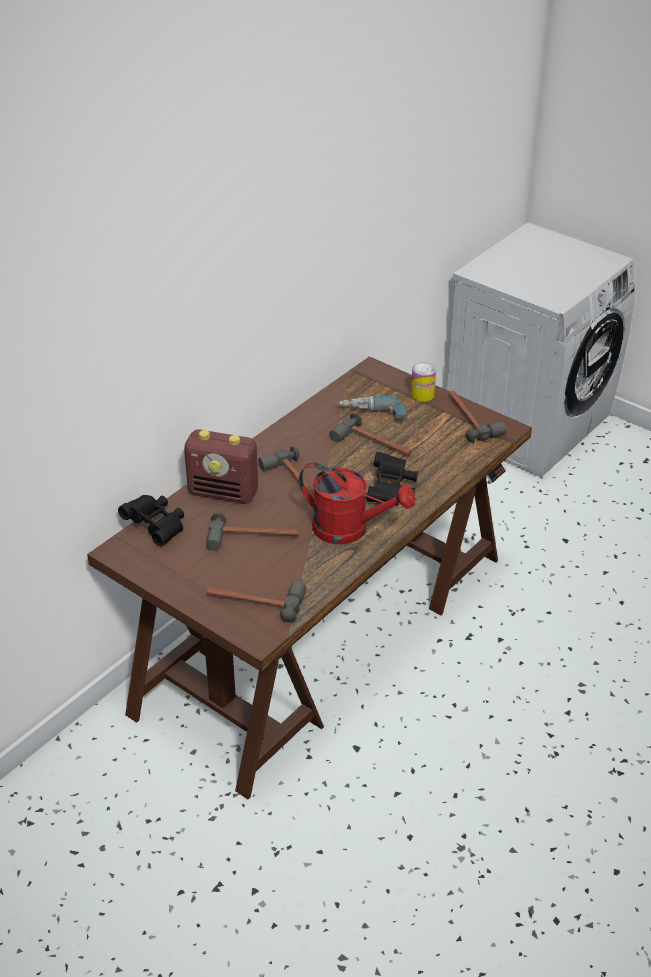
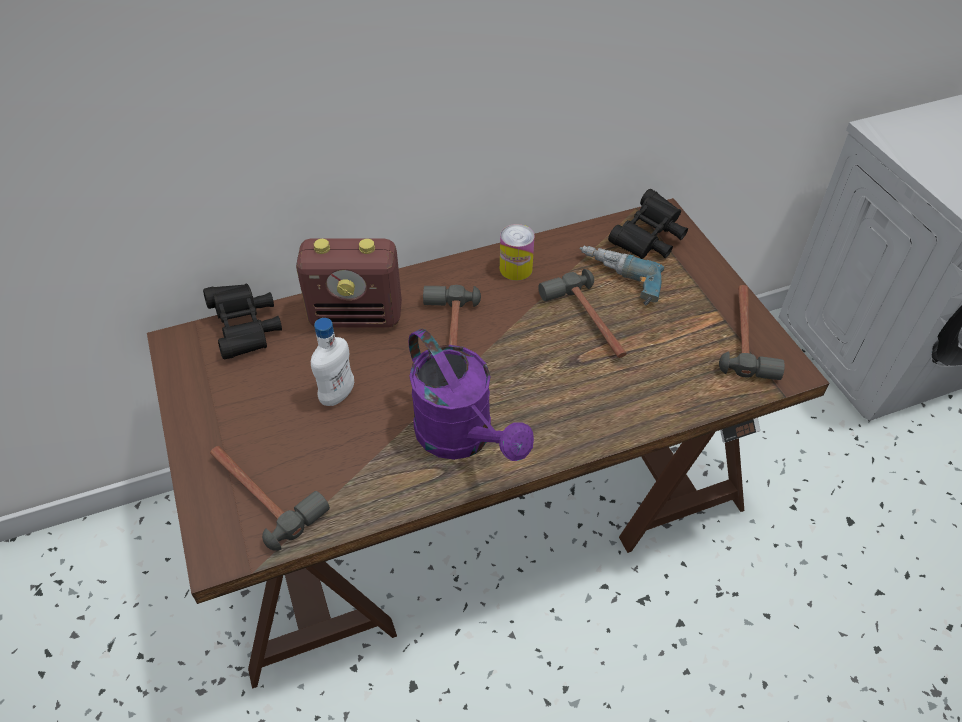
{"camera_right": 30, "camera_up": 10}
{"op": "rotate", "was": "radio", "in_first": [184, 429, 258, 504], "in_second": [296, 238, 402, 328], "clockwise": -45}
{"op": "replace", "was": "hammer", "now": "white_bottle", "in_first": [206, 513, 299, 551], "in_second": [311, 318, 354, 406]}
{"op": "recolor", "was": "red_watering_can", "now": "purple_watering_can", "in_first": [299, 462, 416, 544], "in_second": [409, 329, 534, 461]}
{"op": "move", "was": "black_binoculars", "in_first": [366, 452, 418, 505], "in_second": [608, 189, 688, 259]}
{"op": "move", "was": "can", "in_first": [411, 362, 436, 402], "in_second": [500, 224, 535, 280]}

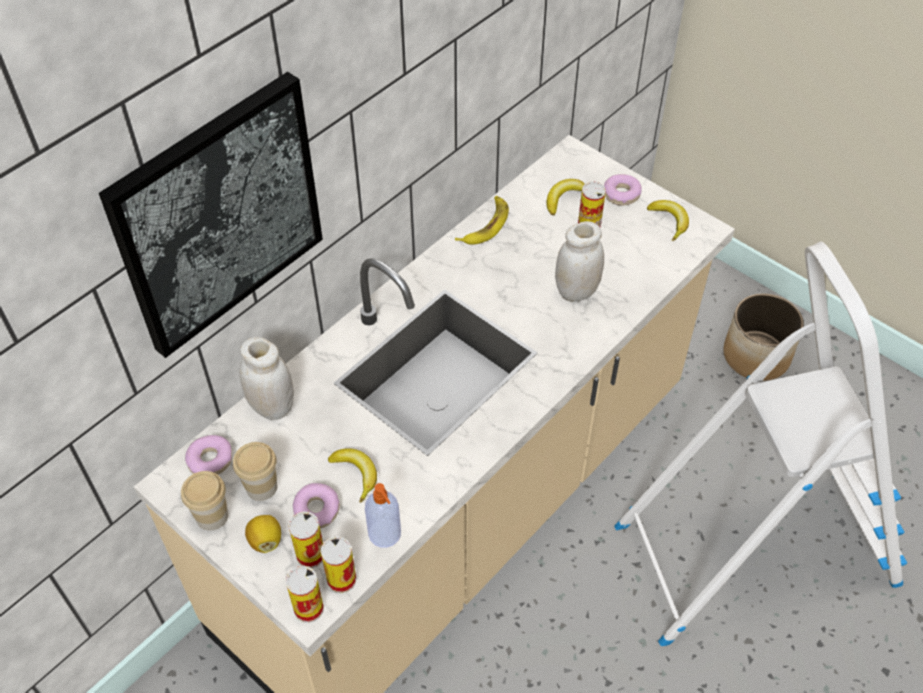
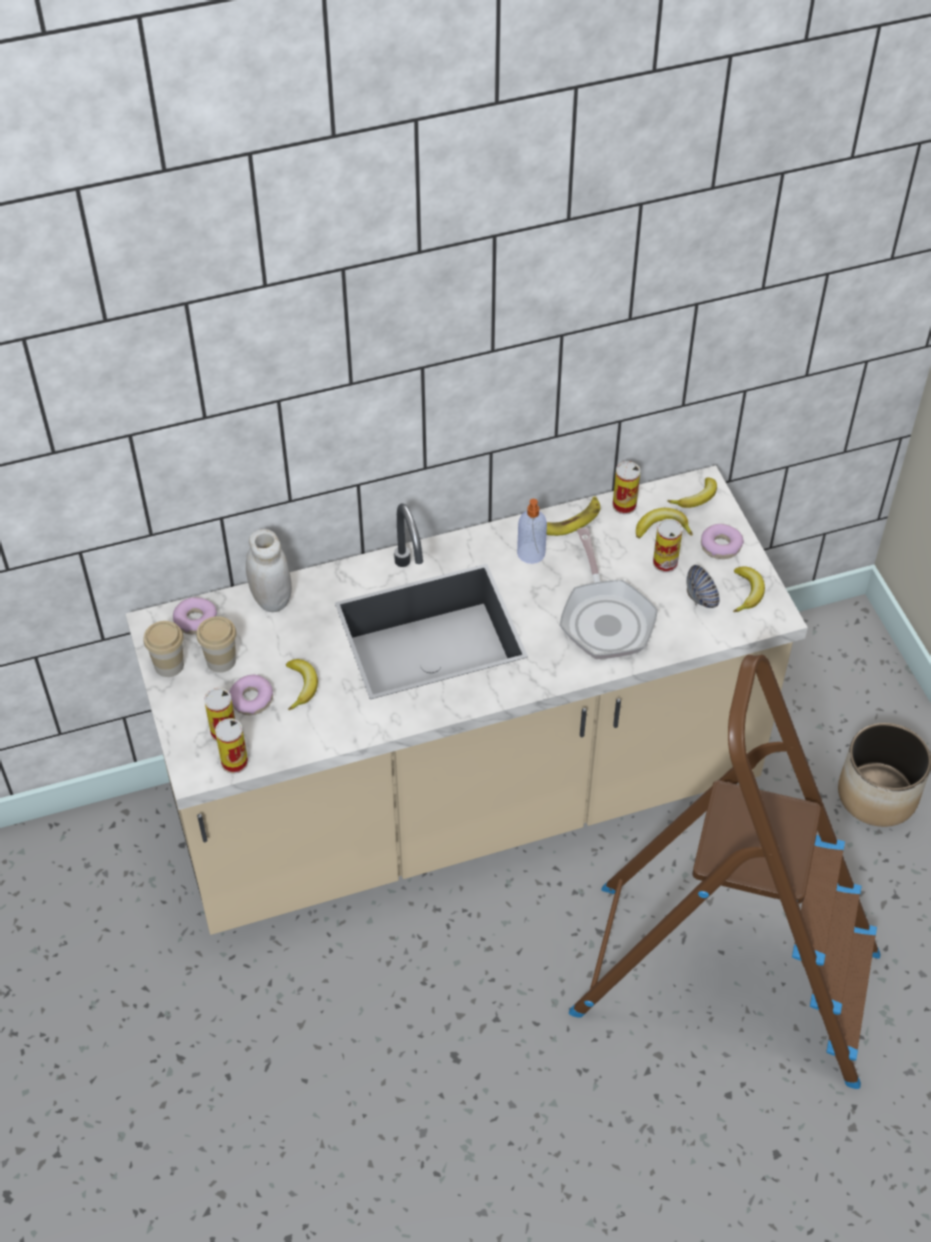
{"camera_right": 30, "camera_up": 0}
{"op": "delete", "was": "picture", "in_first": [99, 72, 323, 358]}
{"op": "delete", "was": "lemon", "in_first": [245, 515, 281, 553]}
{"op": "move", "was": "can", "in_first": [286, 566, 324, 623], "in_second": [612, 461, 641, 515]}
{"op": "move", "was": "soap_dispenser", "in_first": [365, 483, 401, 548], "in_second": [517, 499, 547, 564]}
{"op": "replace", "was": "white_jar", "now": "frying_pan", "in_first": [555, 221, 604, 302], "in_second": [560, 527, 658, 659]}
{"op": "recolor", "was": "white_step_ladder", "now": "brown_step_ladder", "in_first": [614, 241, 907, 646], "in_second": [569, 655, 881, 1089]}
{"op": "insert", "now": "banana", "in_second": [667, 477, 717, 508]}
{"op": "insert", "now": "bowl", "in_second": [686, 565, 720, 608]}

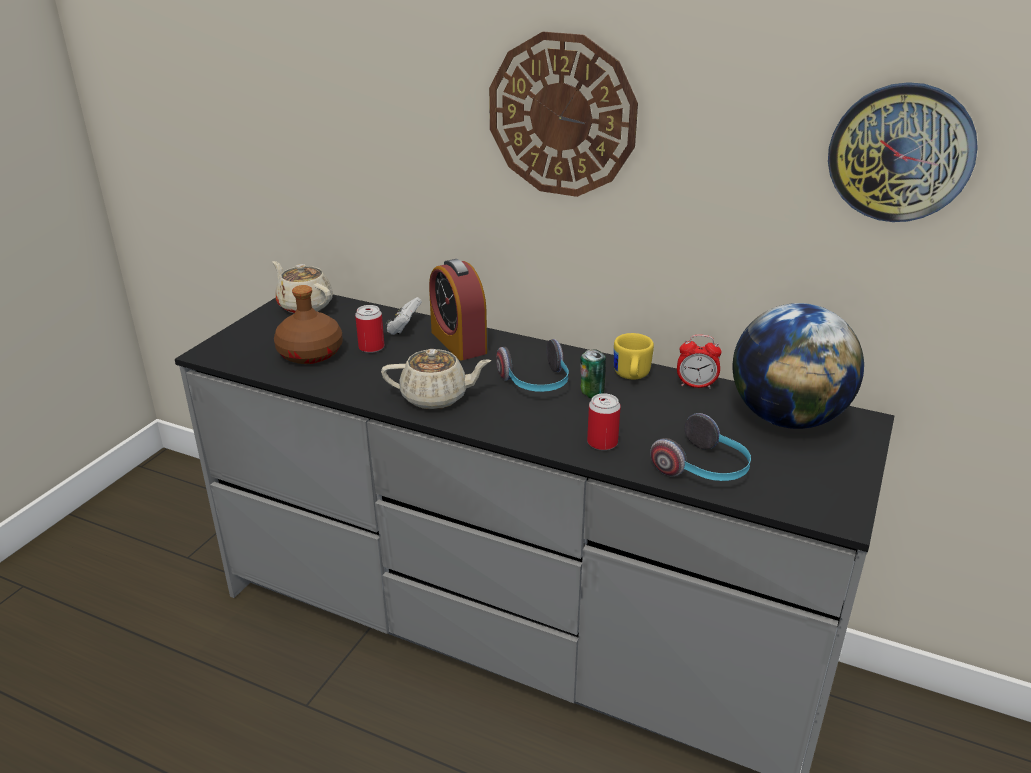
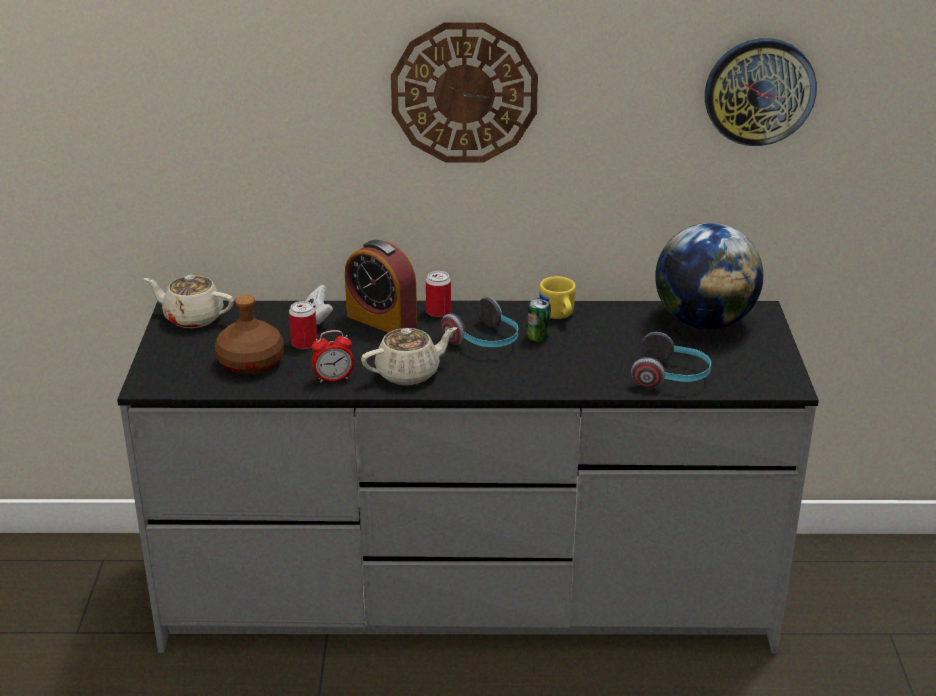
{"camera_right": -25, "camera_up": 0}
{"op": "move", "was": "can", "in_first": [587, 393, 621, 450], "in_second": [426, 271, 451, 317]}
{"op": "move", "was": "alarm_clock", "in_first": [677, 335, 722, 389], "in_second": [312, 330, 354, 383]}

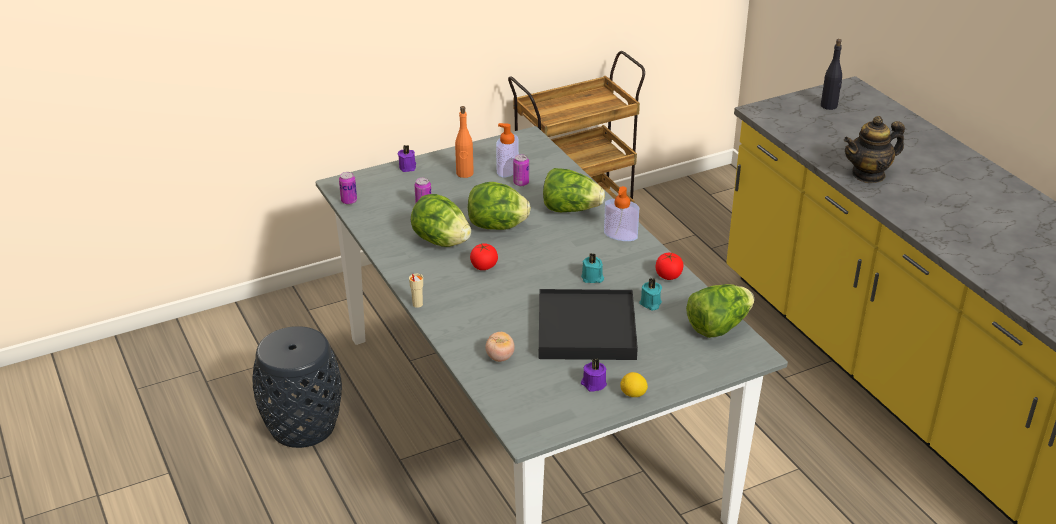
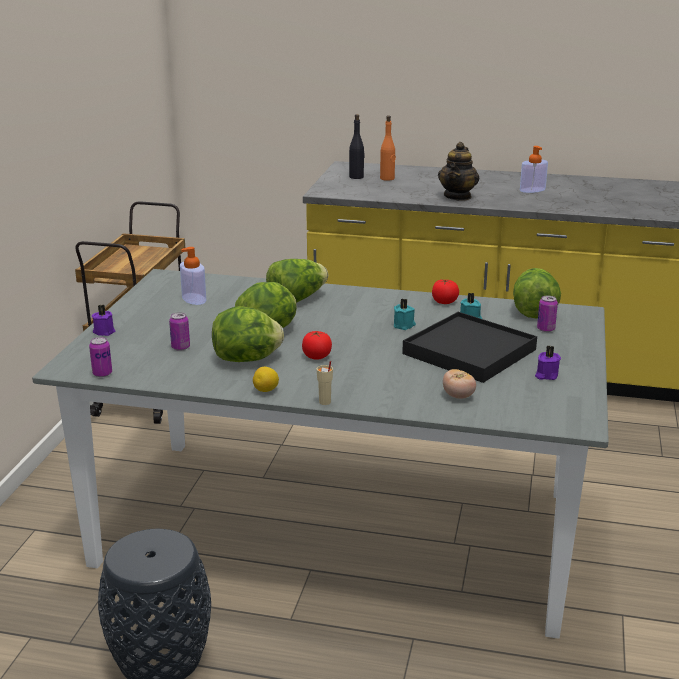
{"camera_right": -50, "camera_up": -10}
{"op": "move", "was": "orange_bottle", "in_first": [455, 106, 474, 178], "in_second": [380, 115, 396, 181]}
{"op": "move", "was": "can", "in_first": [513, 154, 529, 186], "in_second": [537, 295, 558, 332]}
{"op": "move", "was": "soap_dispenser", "in_first": [604, 186, 639, 241], "in_second": [520, 146, 548, 193]}
{"op": "move", "was": "lemon", "in_first": [620, 372, 648, 397], "in_second": [253, 367, 279, 392]}

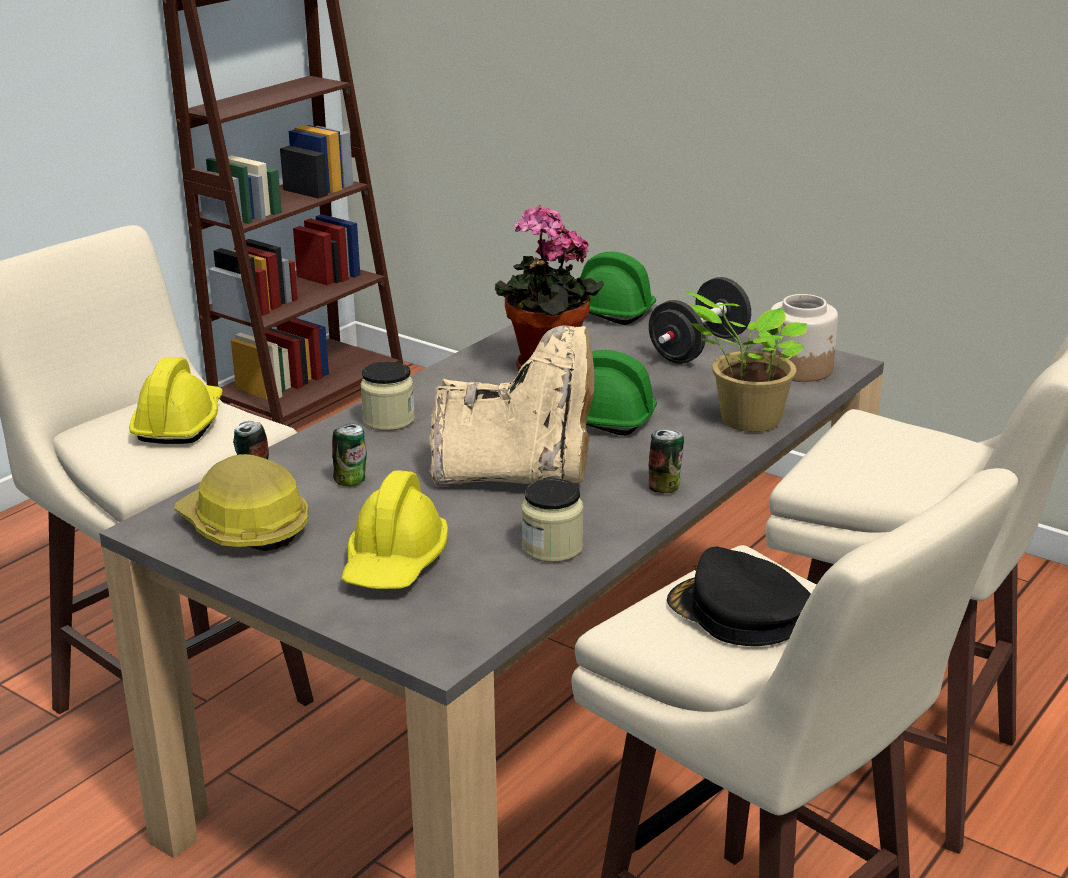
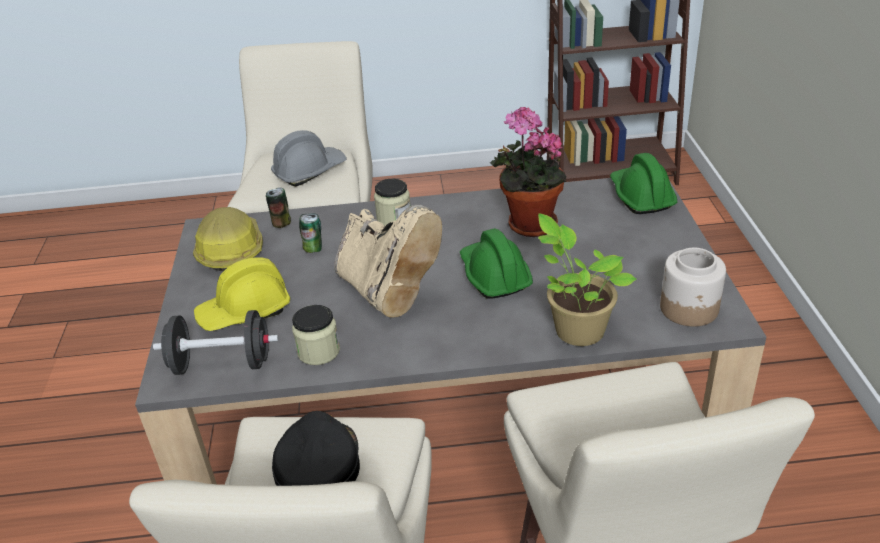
{"camera_right": 50, "camera_up": 10}
{"op": "recolor", "was": "yellow_hard_hat", "now": "grey_hard_hat", "in_first": [129, 357, 223, 444], "in_second": [271, 130, 347, 186]}
{"op": "move", "was": "black_dumbbell", "in_first": [649, 277, 751, 364], "in_second": [153, 310, 279, 375]}
{"op": "delete", "was": "can", "in_first": [649, 430, 684, 493]}

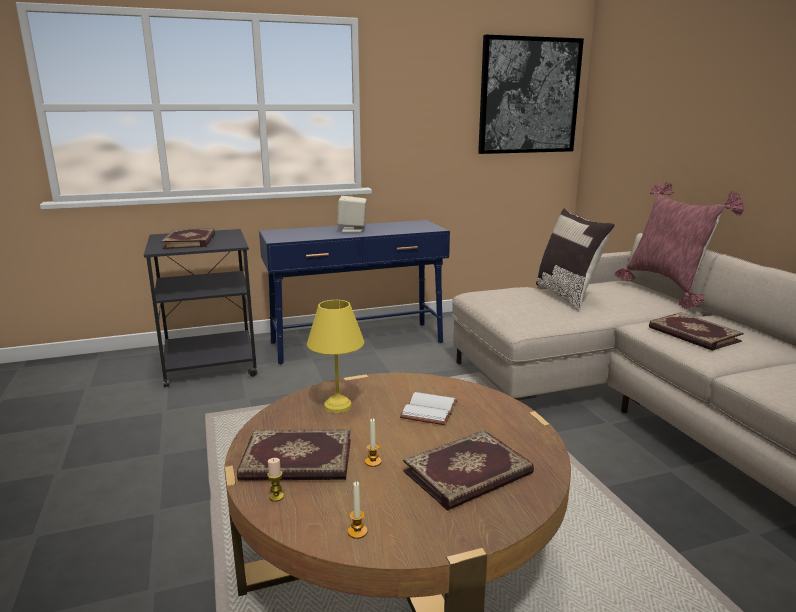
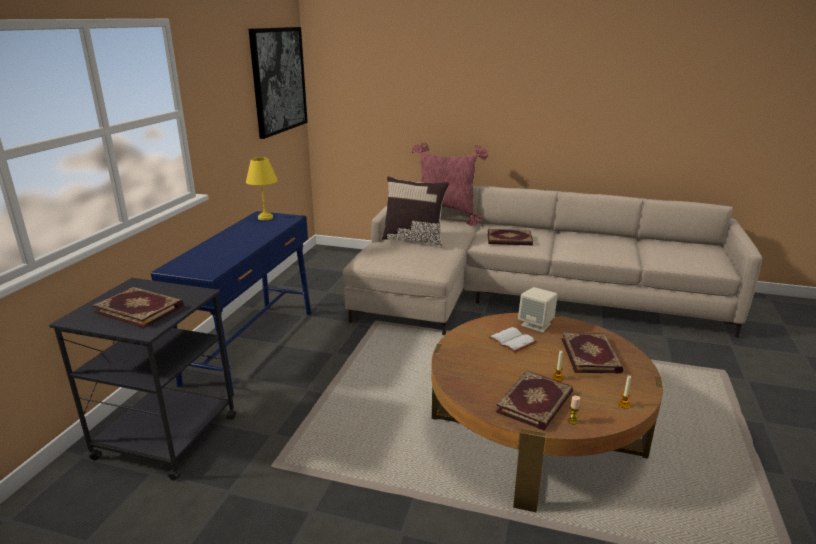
{"camera_right": -55, "camera_up": 5}
{"op": "move", "was": "yellow_table_lamp", "in_first": [307, 300, 364, 413], "in_second": [246, 157, 278, 220]}
{"op": "move", "was": "beige_speaker", "in_first": [337, 196, 367, 232], "in_second": [518, 287, 558, 332]}

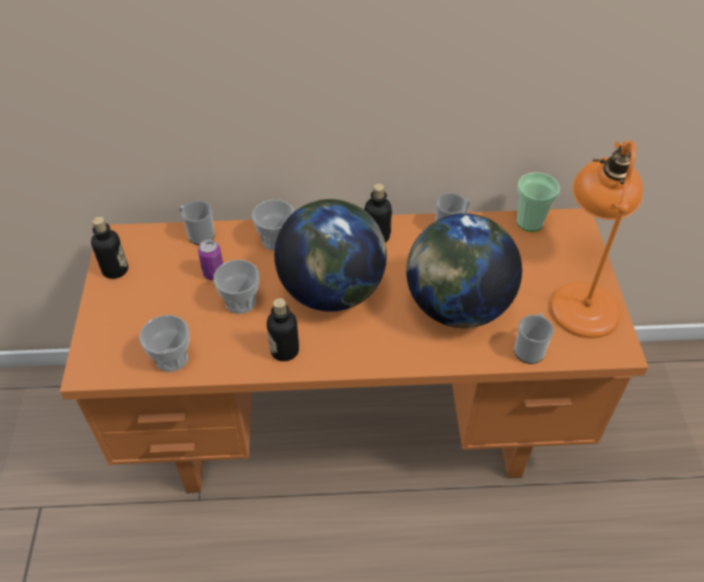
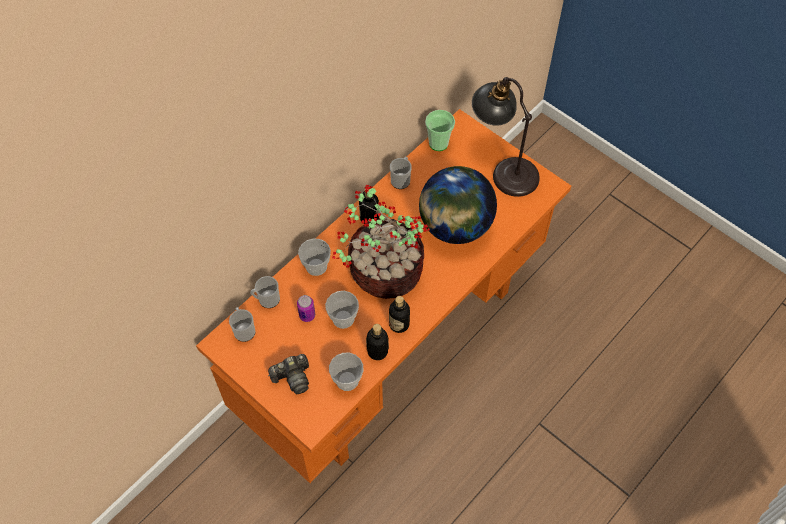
{"camera_right": -45, "camera_up": 10}
{"op": "move", "was": "bottle", "in_first": [91, 217, 128, 279], "in_second": [366, 324, 389, 360]}
{"op": "replace", "was": "globe", "now": "potted_plant", "in_first": [274, 199, 387, 312], "in_second": [332, 185, 430, 299]}
{"op": "move", "was": "mug", "in_first": [514, 313, 554, 364], "in_second": [229, 307, 255, 342]}
{"op": "recolor", "was": "orange_table_lamp", "now": "grey_table_lamp", "in_first": [550, 140, 643, 339], "in_second": [472, 77, 540, 197]}
{"op": "insert", "now": "photo_camera", "in_second": [268, 354, 309, 394]}

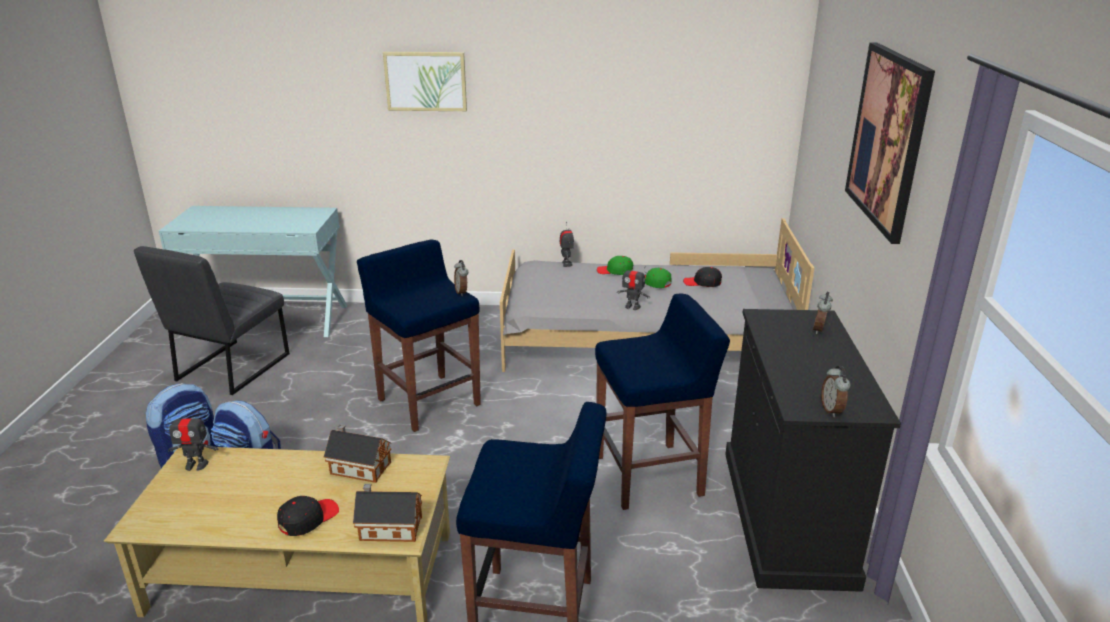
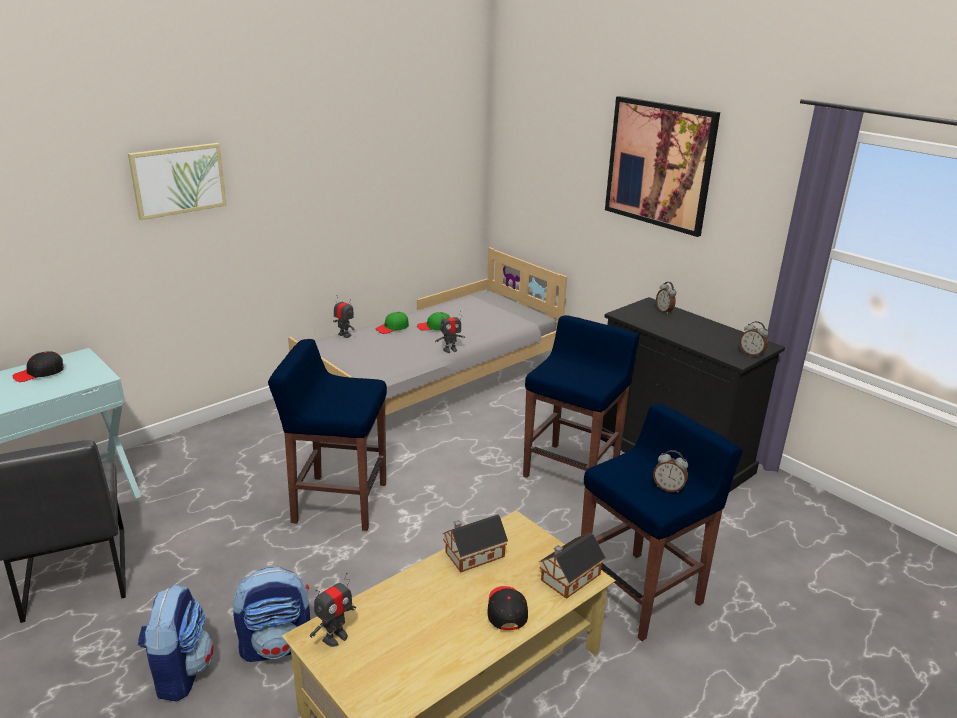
{"camera_right": -45, "camera_up": 0}
{"op": "move", "was": "alarm_clock", "in_first": [454, 260, 468, 296], "in_second": [653, 450, 688, 493]}
{"op": "move", "was": "black_cap", "in_first": [683, 267, 722, 287], "in_second": [13, 351, 64, 382]}

